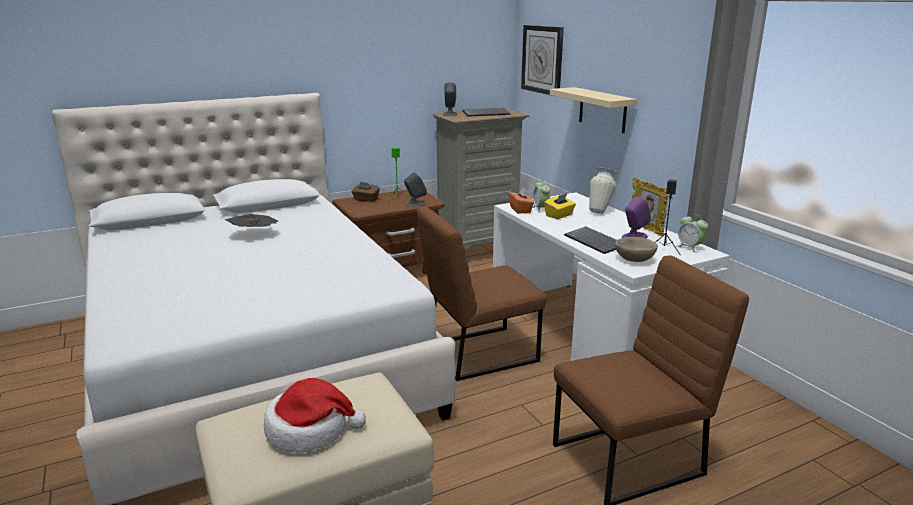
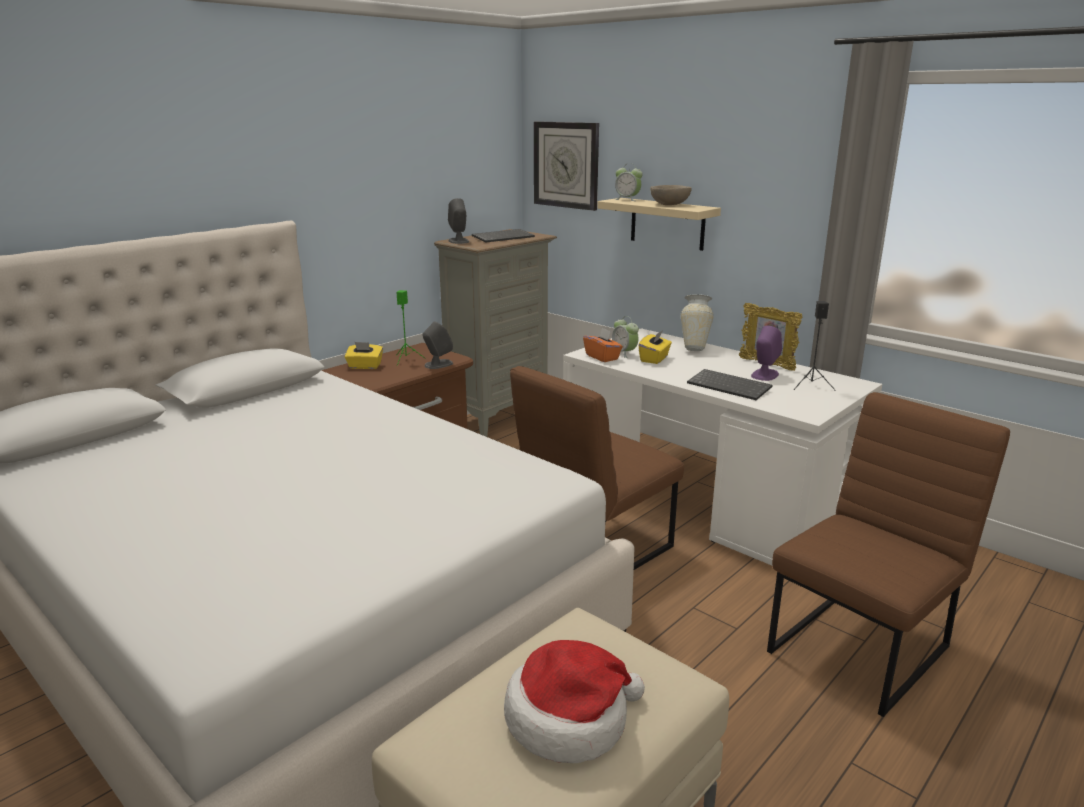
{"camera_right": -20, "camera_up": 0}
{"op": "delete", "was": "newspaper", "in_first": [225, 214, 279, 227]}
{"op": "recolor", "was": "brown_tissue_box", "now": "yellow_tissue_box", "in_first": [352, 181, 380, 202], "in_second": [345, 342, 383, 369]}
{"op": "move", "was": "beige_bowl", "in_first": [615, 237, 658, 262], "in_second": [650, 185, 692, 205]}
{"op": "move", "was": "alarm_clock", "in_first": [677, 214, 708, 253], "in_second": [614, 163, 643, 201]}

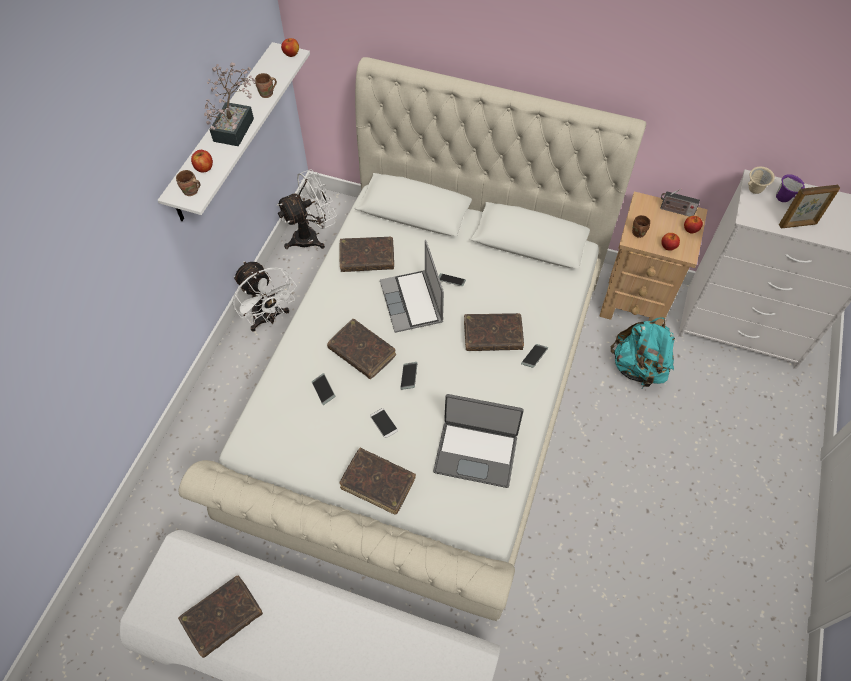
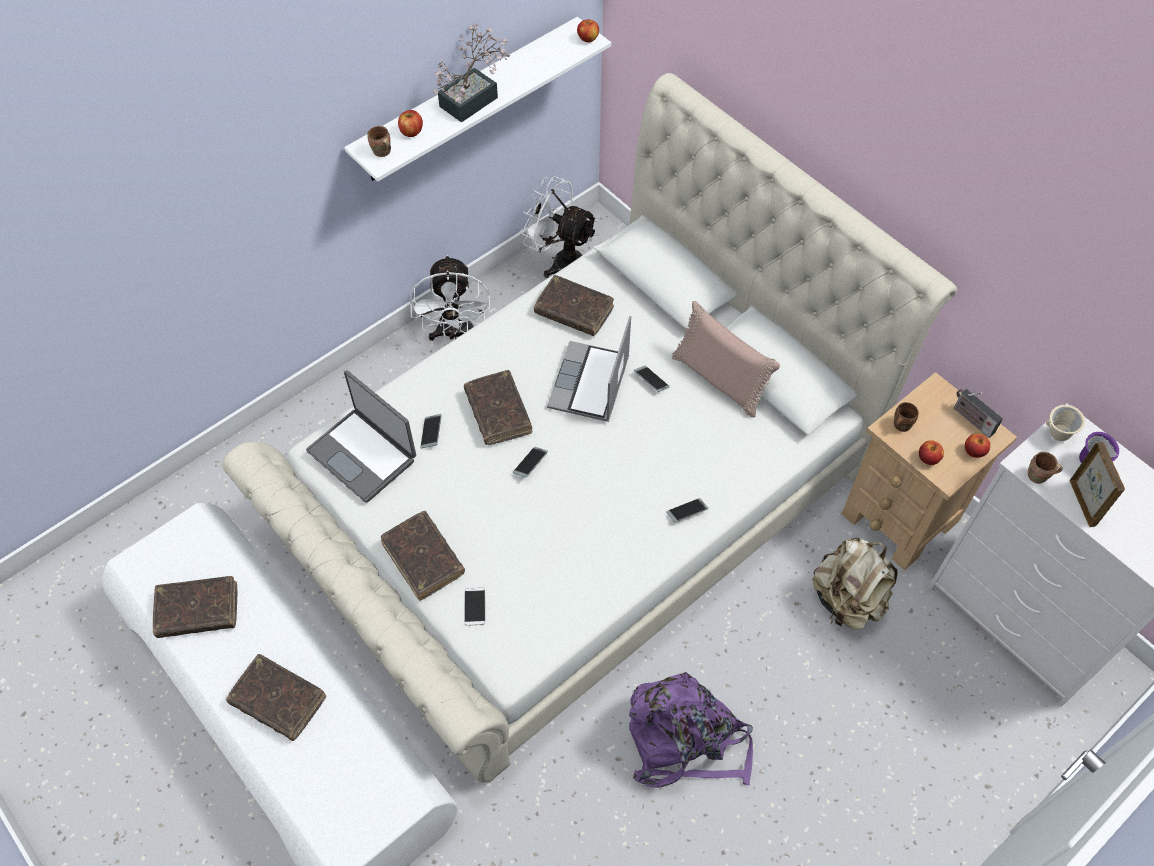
{"camera_right": 30, "camera_up": 0}
{"op": "move", "was": "brown_mug", "in_first": [255, 73, 277, 98], "in_second": [1028, 452, 1063, 484]}
{"op": "rotate", "was": "white_fan", "in_first": [276, 169, 337, 249], "in_second": [520, 176, 598, 278], "clockwise": -150}
{"op": "move", "was": "phone", "in_first": [370, 408, 398, 438], "in_second": [464, 587, 485, 626]}
{"op": "move", "was": "laptop", "in_first": [433, 394, 524, 488], "in_second": [306, 370, 416, 503]}
{"op": "move", "was": "brown_book", "in_first": [464, 313, 524, 351], "in_second": [226, 654, 326, 741]}
{"op": "recolor", "was": "turquoise_backpack", "now": "beige_backpack", "in_first": [611, 317, 675, 388], "in_second": [812, 538, 897, 630]}
{"op": "rotate", "was": "picture_frame", "in_first": [779, 185, 840, 228], "in_second": [1070, 442, 1125, 527], "clockwise": -120}
{"op": "insert", "now": "purple_backpack", "in_second": [629, 672, 753, 788]}
{"op": "insert", "now": "beige_pillow", "in_second": [672, 301, 780, 417]}

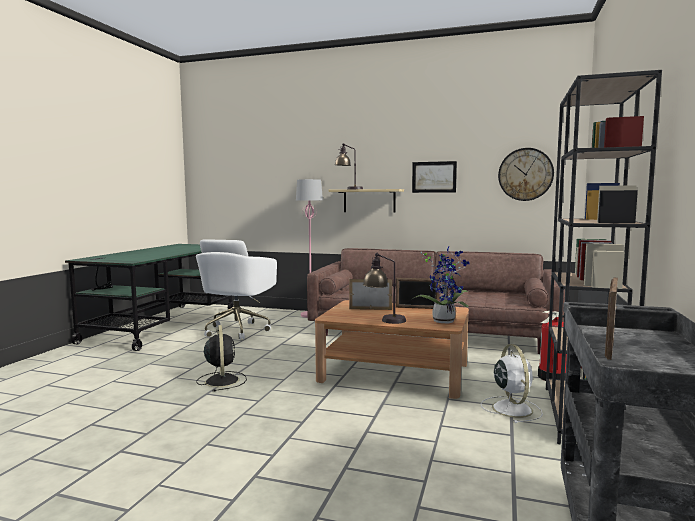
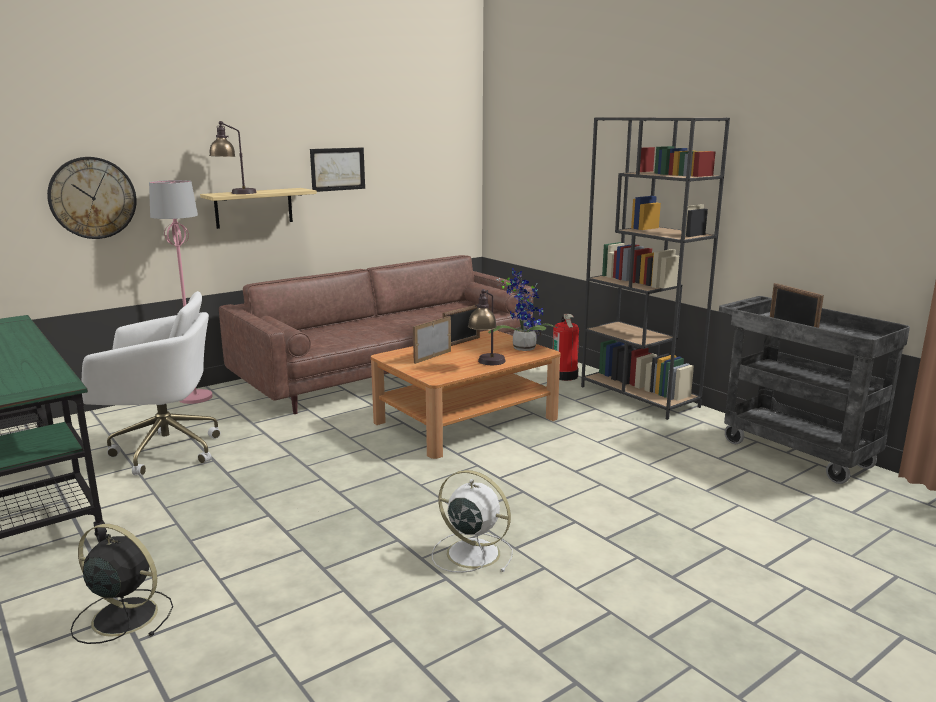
{"camera_right": -55, "camera_up": 10}
{"op": "rotate", "was": "white_office_chair", "in_first": [196, 239, 277, 340], "in_second": [82, 291, 220, 476], "clockwise": -60}
{"op": "move", "was": "black_fan", "in_first": [196, 325, 247, 392], "in_second": [71, 524, 173, 644]}
{"op": "move", "was": "white_fan", "in_first": [481, 344, 543, 423], "in_second": [432, 470, 513, 573]}
{"op": "move", "was": "wall_clock", "in_first": [498, 148, 554, 201], "in_second": [47, 157, 136, 239]}

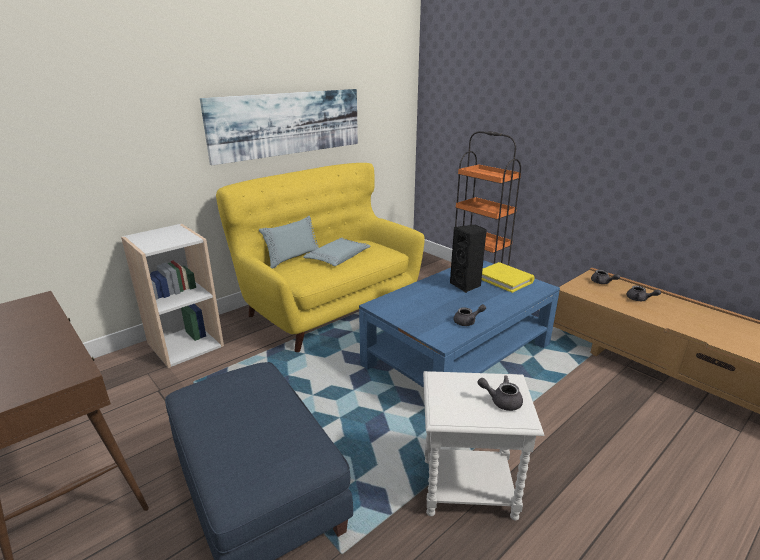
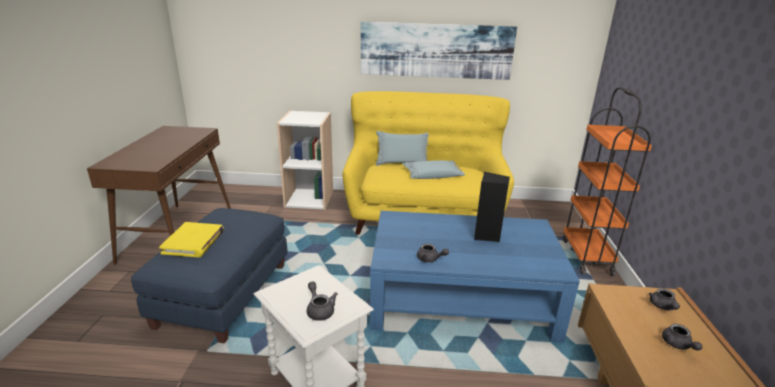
{"camera_right": 45, "camera_up": 0}
{"op": "move", "was": "yellow_book", "in_first": [482, 262, 534, 293], "in_second": [159, 222, 224, 257]}

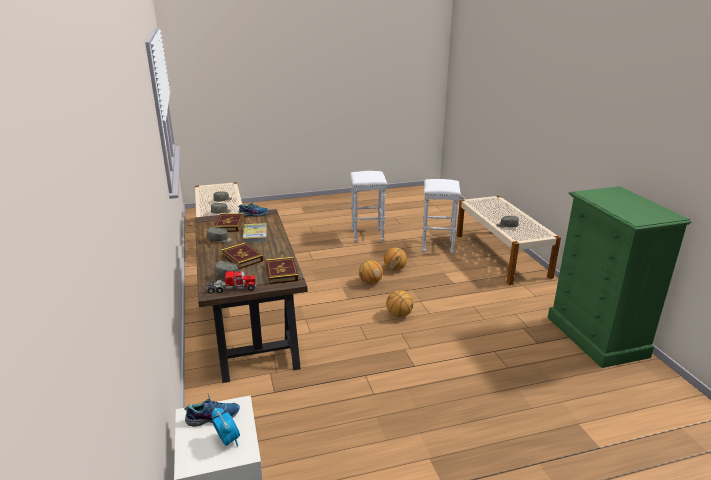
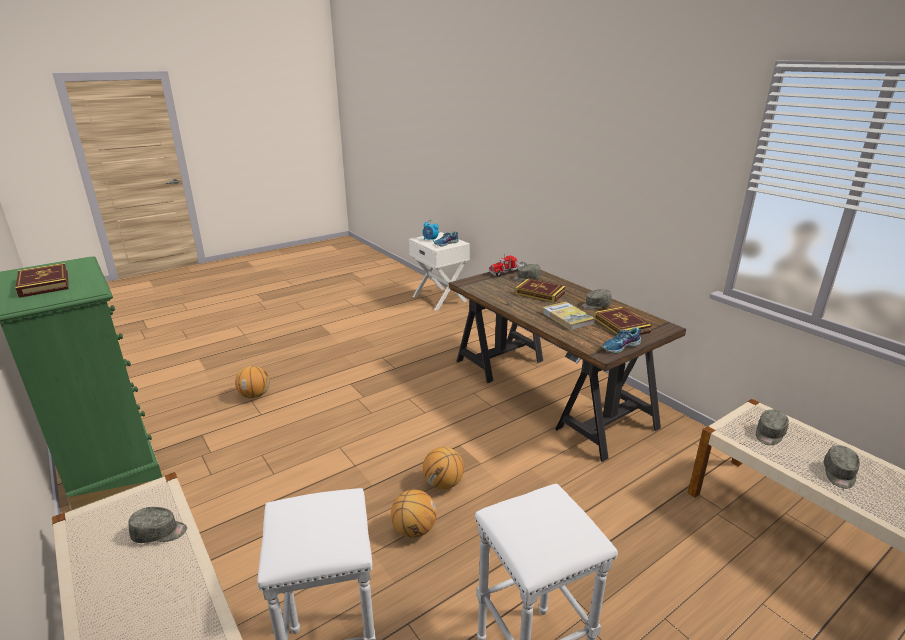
{"camera_right": 160, "camera_up": 0}
{"op": "move", "was": "book", "in_first": [266, 257, 298, 284], "in_second": [15, 263, 69, 298]}
{"op": "move", "was": "basketball", "in_first": [386, 290, 413, 318], "in_second": [235, 366, 270, 398]}

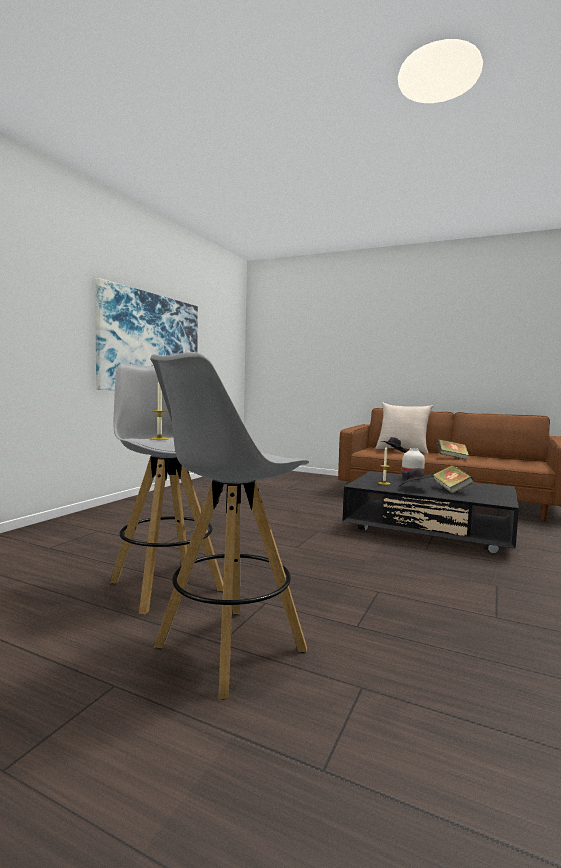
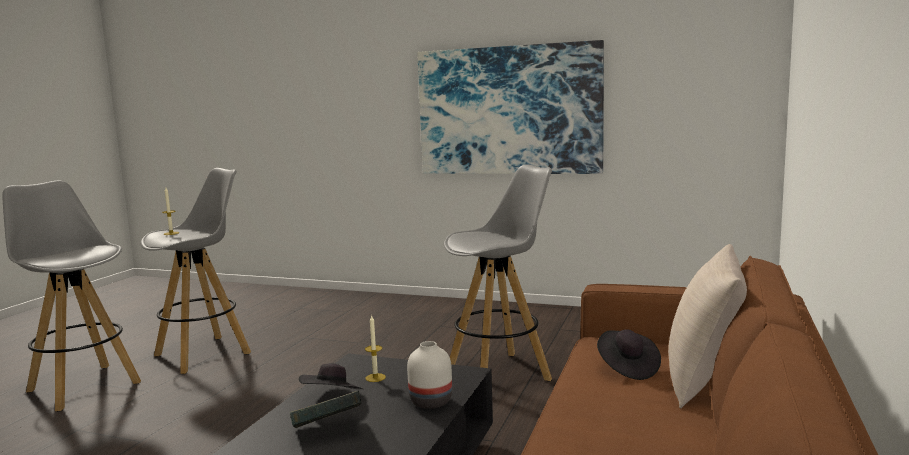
{"camera_right": 85, "camera_up": 5}
{"op": "delete", "was": "book", "in_first": [437, 439, 469, 460]}
{"op": "insert", "now": "grey_stool", "in_second": [444, 164, 552, 381]}

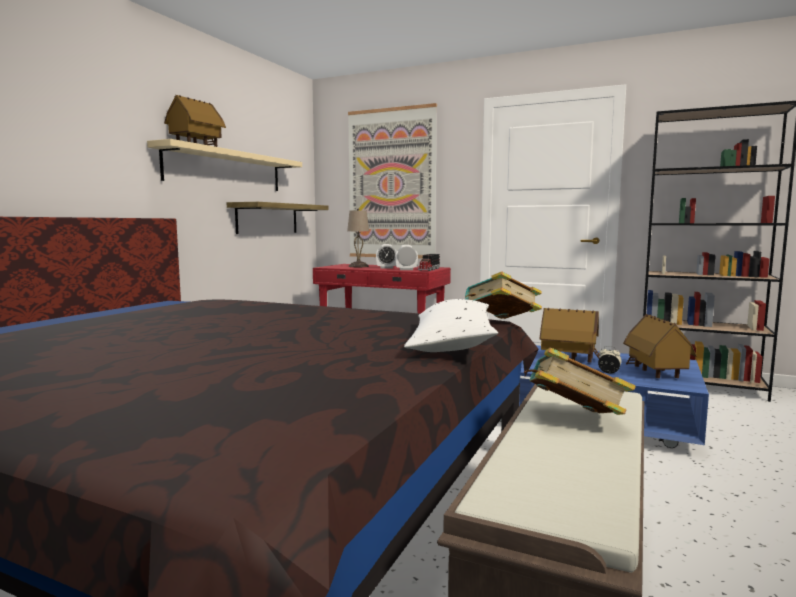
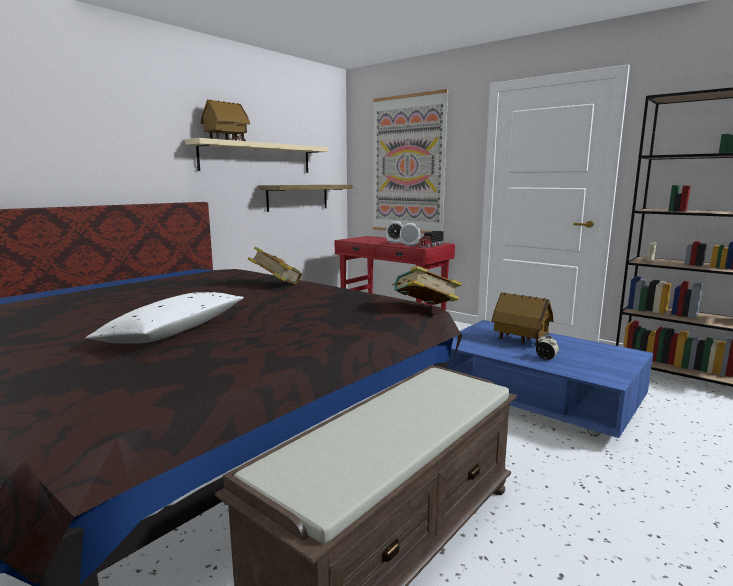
{"camera_right": 15, "camera_up": 5}
{"op": "delete", "was": "beige_table_lamp", "in_first": [347, 209, 369, 267]}
{"op": "move", "was": "white_pillow", "in_first": [404, 299, 498, 352], "in_second": [86, 292, 244, 344]}
{"op": "move", "was": "book", "in_first": [524, 347, 636, 415], "in_second": [248, 247, 302, 284]}
{"op": "delete", "was": "toy_house", "in_first": [623, 314, 697, 378]}

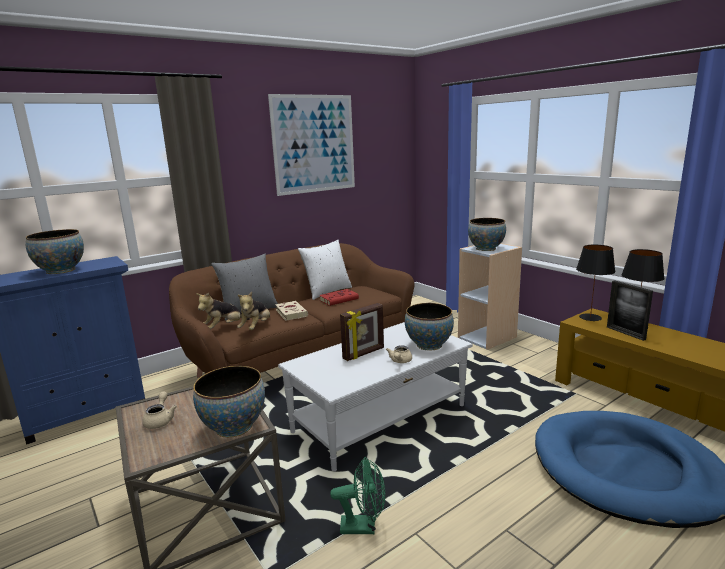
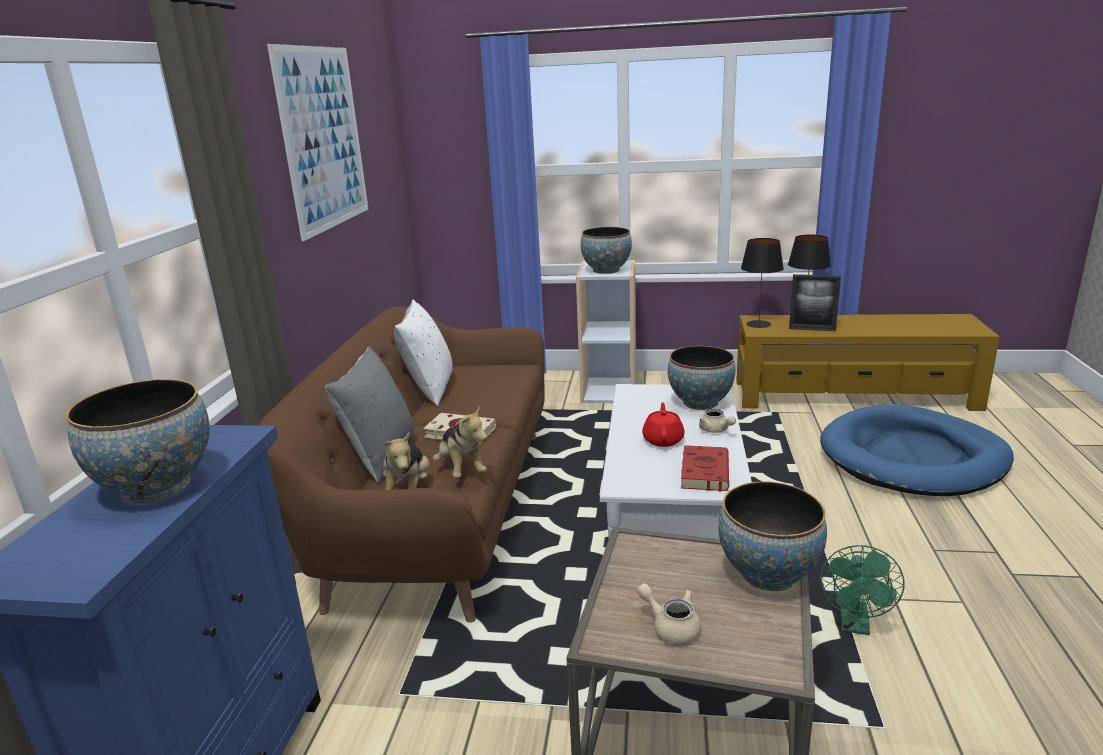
{"camera_right": -45, "camera_up": 5}
{"op": "move", "was": "red_book", "in_first": [319, 289, 359, 306], "in_second": [681, 445, 729, 492]}
{"op": "rotate", "was": "green_fan", "in_first": [330, 457, 385, 534], "in_second": [820, 545, 905, 635], "clockwise": 150}
{"op": "replace", "was": "picture_frame", "now": "red_teapot", "in_first": [340, 303, 384, 361], "in_second": [642, 402, 685, 447]}

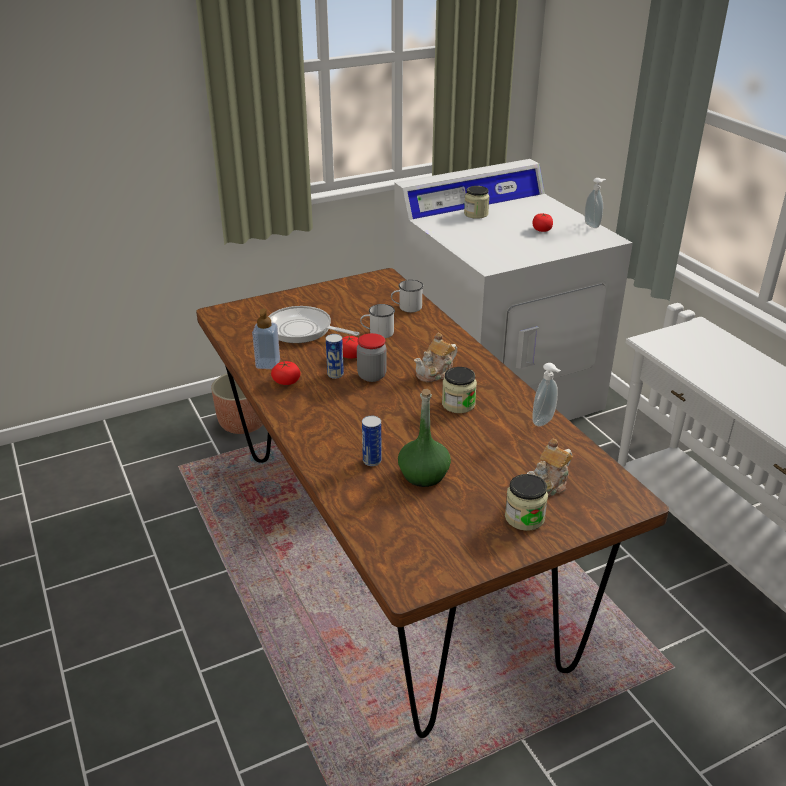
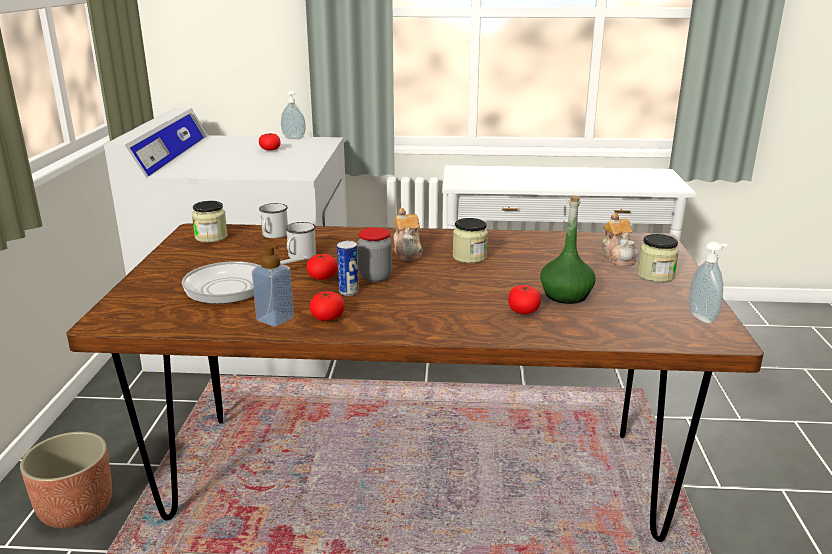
{"camera_right": -60, "camera_up": -10}
{"op": "replace", "was": "can", "now": "tomato", "in_first": [362, 416, 382, 466], "in_second": [508, 285, 541, 314]}
{"op": "move", "was": "jar", "in_first": [464, 186, 490, 219], "in_second": [192, 201, 228, 243]}
{"op": "move", "was": "soap_dispenser", "in_first": [532, 363, 561, 427], "in_second": [689, 242, 728, 323]}

